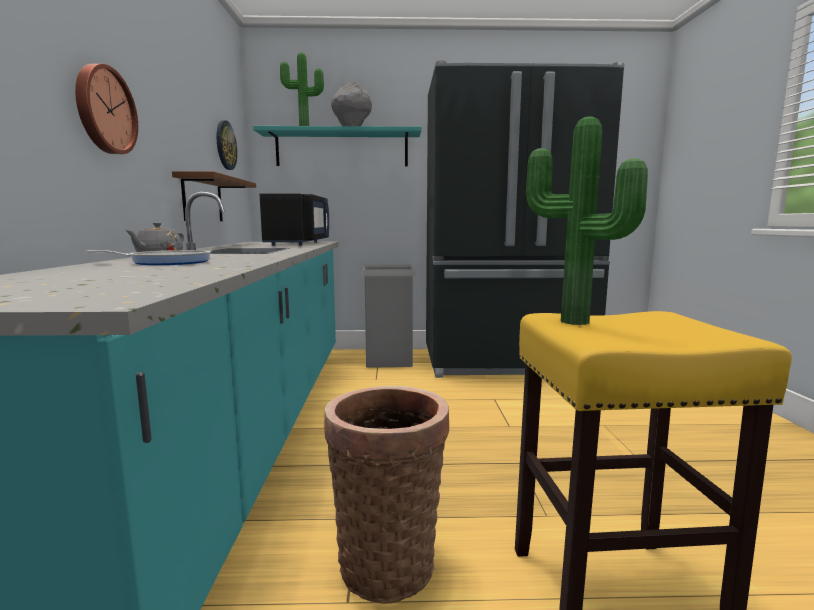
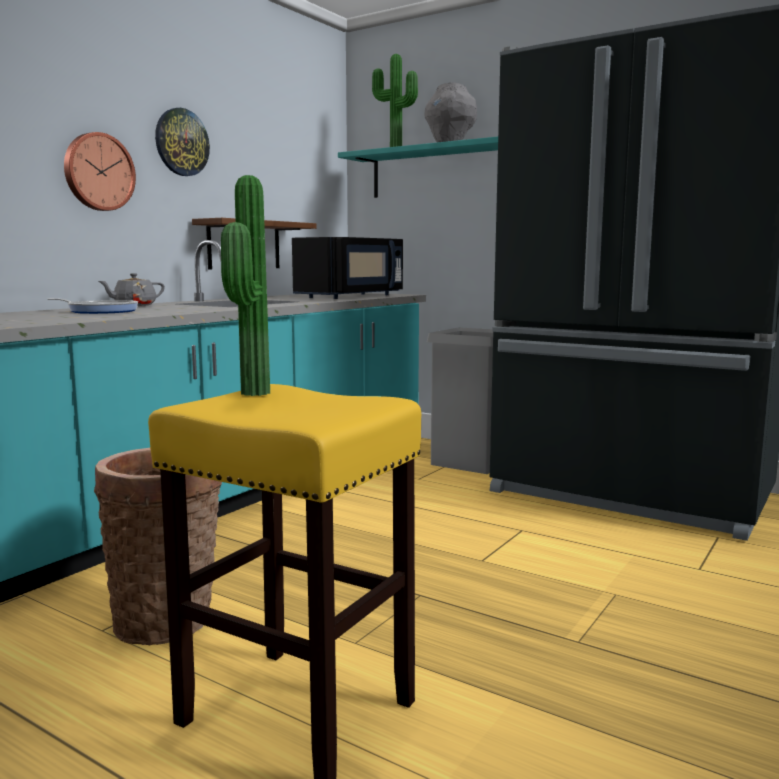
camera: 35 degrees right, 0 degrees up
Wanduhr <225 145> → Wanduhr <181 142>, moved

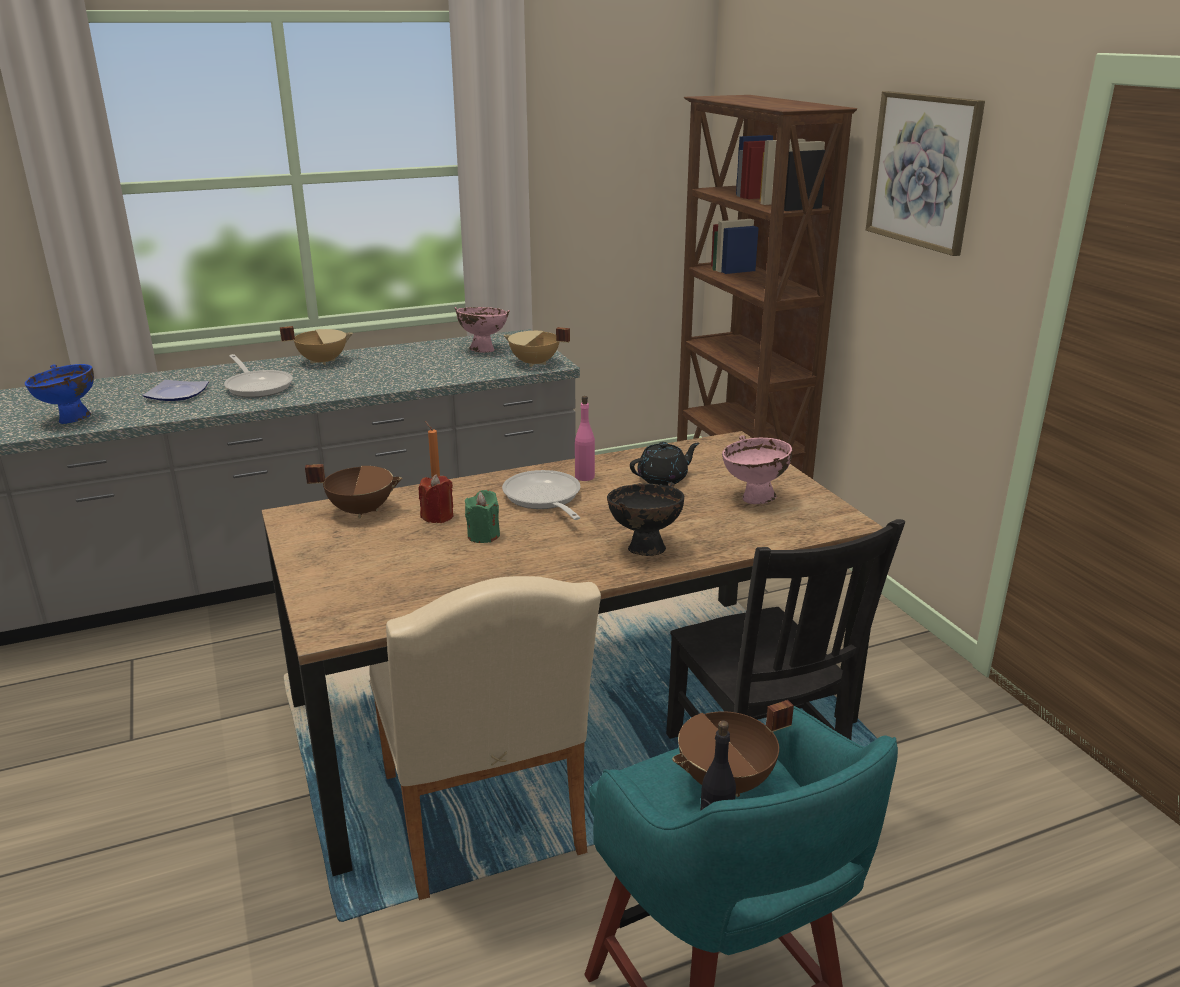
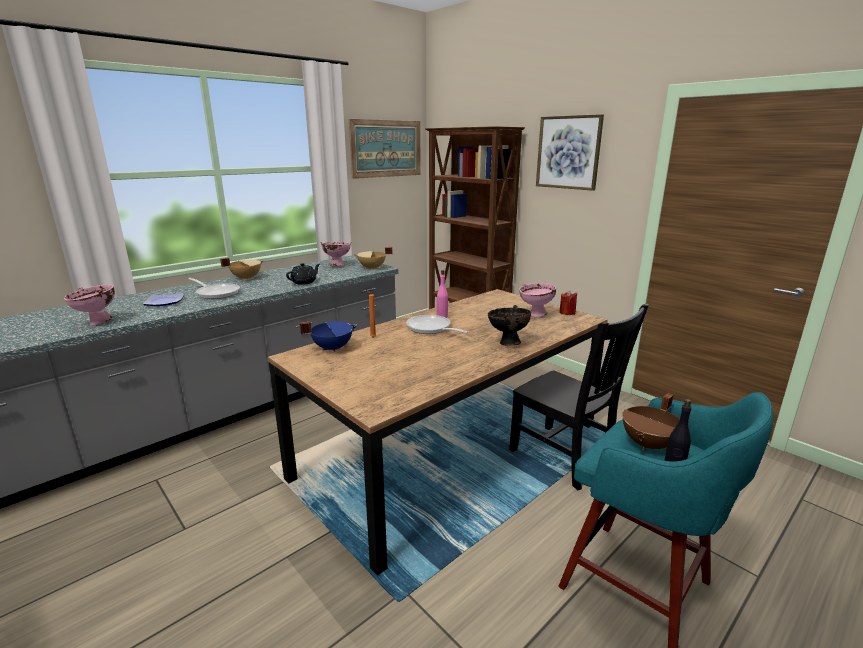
camera: 20 degrees left, 5 degrees down
Stuhl (beige) <484 823> → -
Kerze (grün) <483 535> → -
- → Bild <386 148>
Kerze (rot) <437 516> → Kerze (rot) <567 313>, moved
Teekanne (schwarz) <663 479> → Teekanne (schwarz) <304 282>, moved
Schüssel (blau) <70 420> → Schüssel (rosa) <98 323>
Kochtopf (braun) <361 510> → Kochtopf (blau) <332 348>

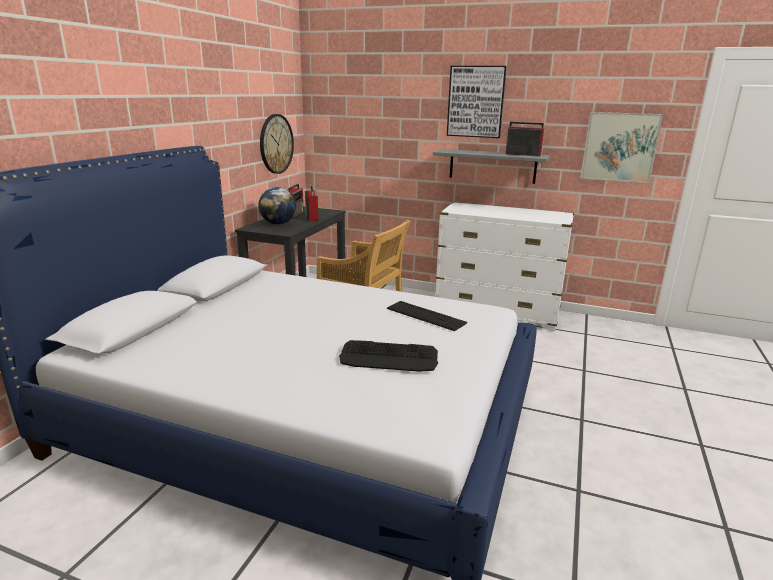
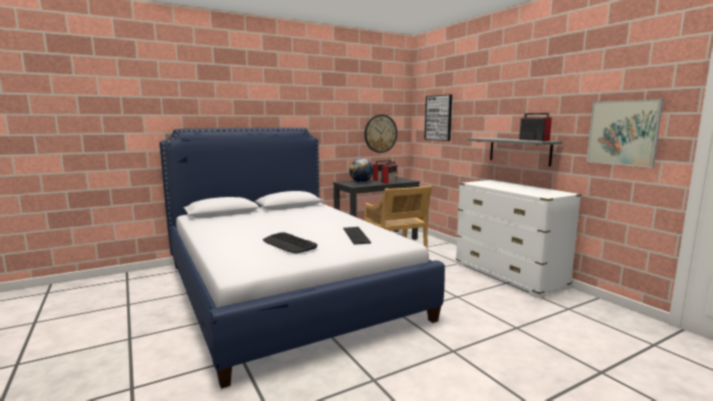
camera: 40 degrees right, 10 degrees down
Bild <475 102> → Bild <438 118>, moved

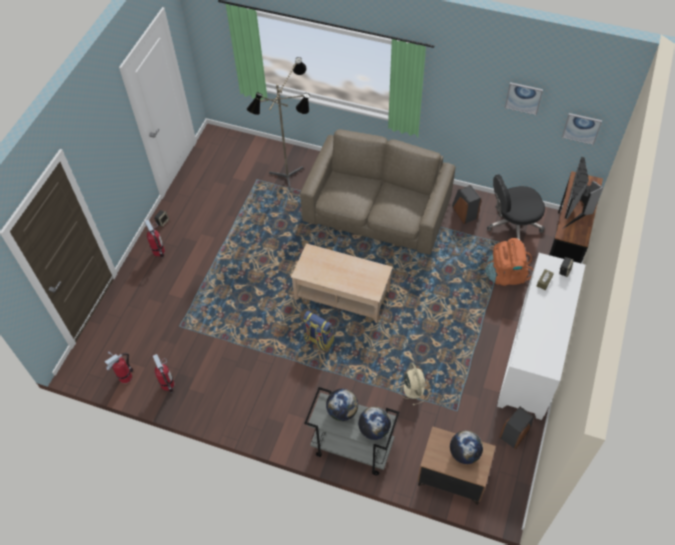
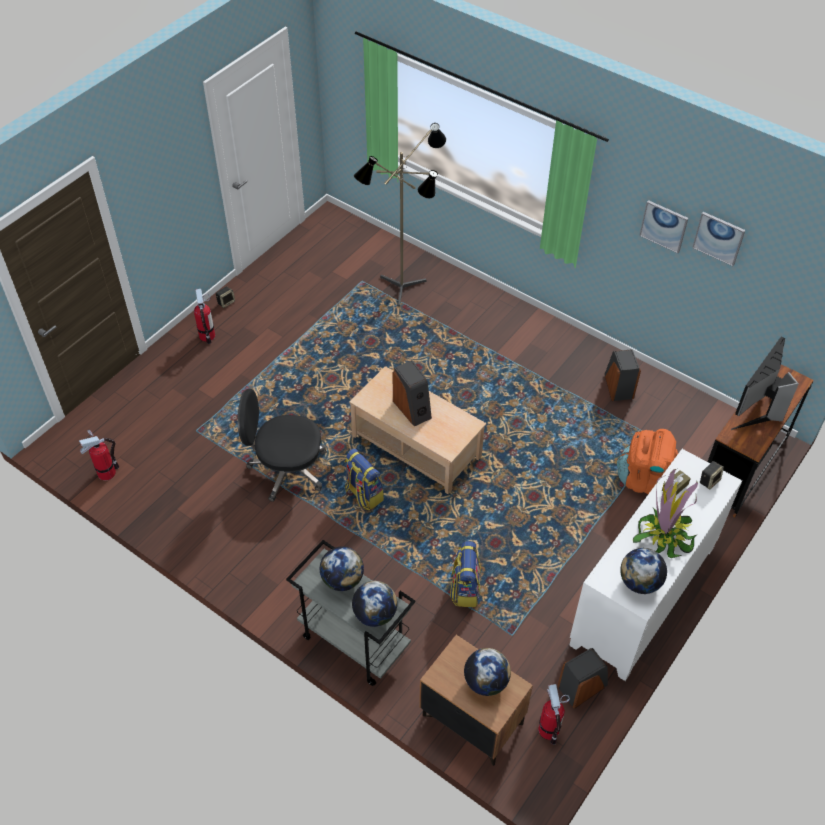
camera: 15 degrees right, 5 degrees down
Sofa (braun) <377 210> → -
- → Lautsprecher <412 408>
- → Globus <639 582>
- → Topfpflanze <663 536>
Feuerlöscher <167 384> → Feuerlöscher <549 730>, moved
Bürostuhl (schwarz) <513 225> → Bürostuhl (schwarz) <286 469>, moved
Bild <581 128> → Bild <664 226>, moved
Ventilator (beige) <413 387> → Rucksack <465 589>

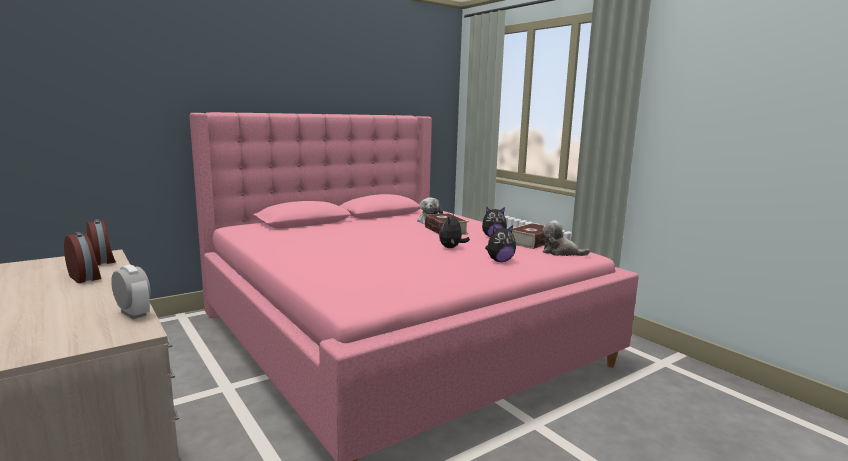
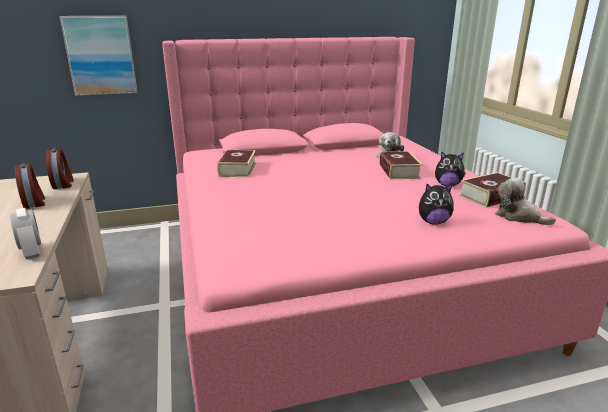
camera: 20 degrees right, 10 degrees up
Plüschtier <451 248> → -
- → Bild <100 56>
- → Buch <237 169>

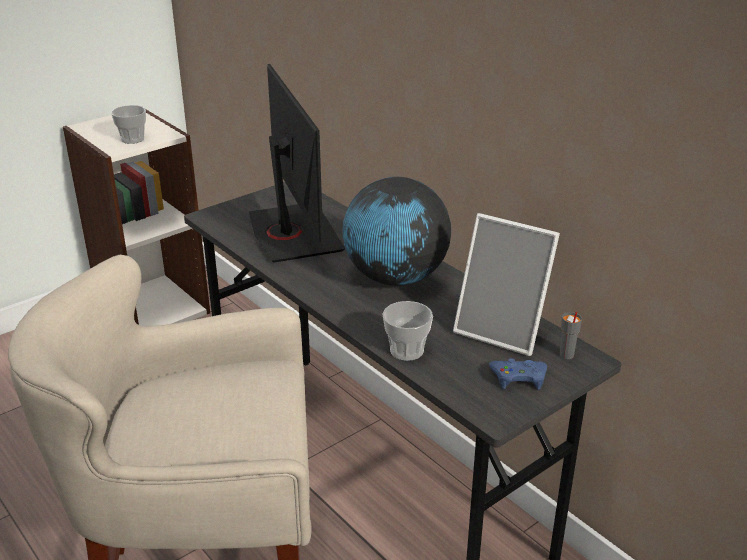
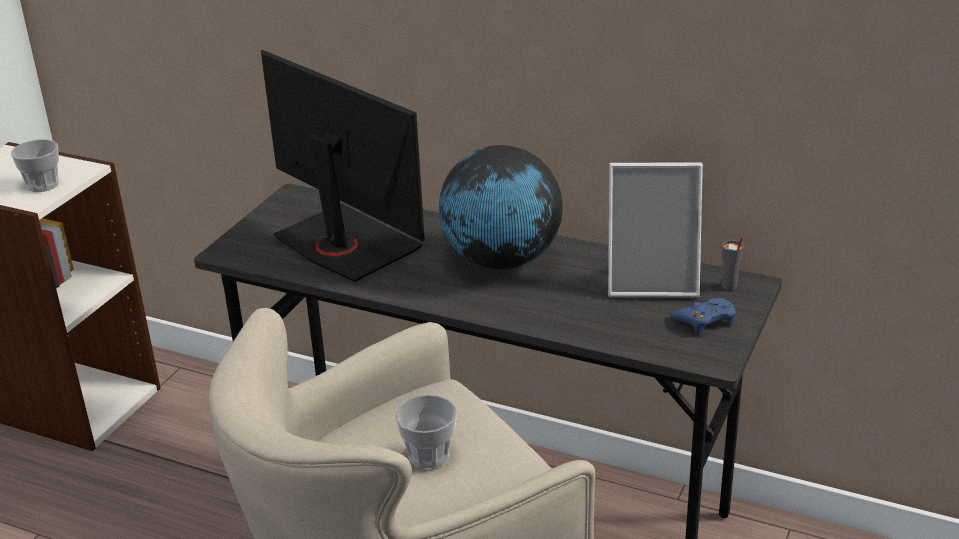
camera: 25 degrees left, 0 degrees up
Tasse <406 350> → Tasse <429 455>, moved

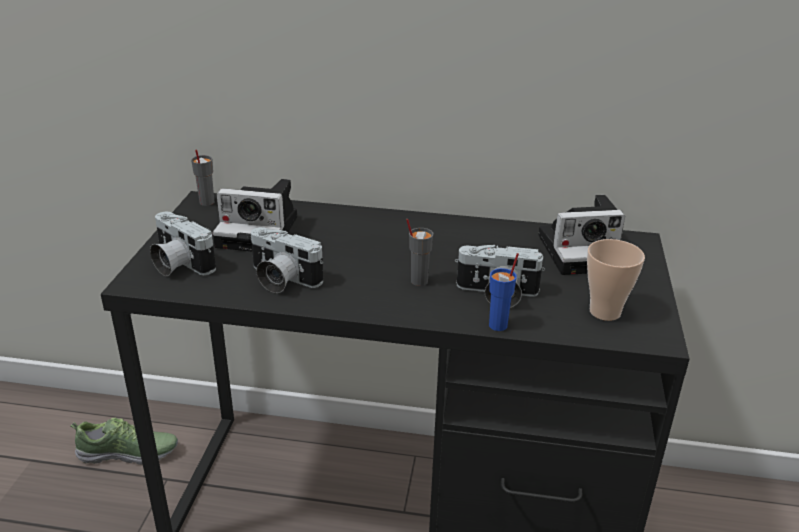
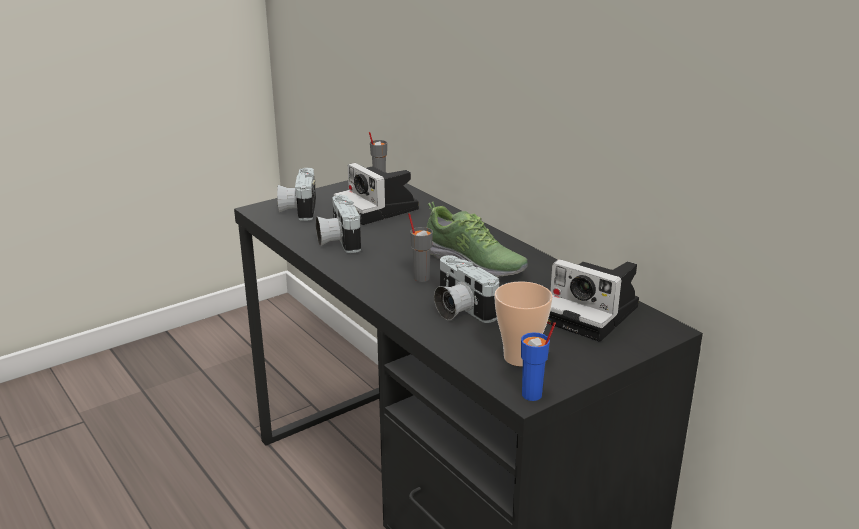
camera: 45 degrees right, 5 degrees down
Schuh <129 453> → Schuh <474 263>, moved
Tasse (blau) <499 325> → Tasse (blau) <532 395>, moved

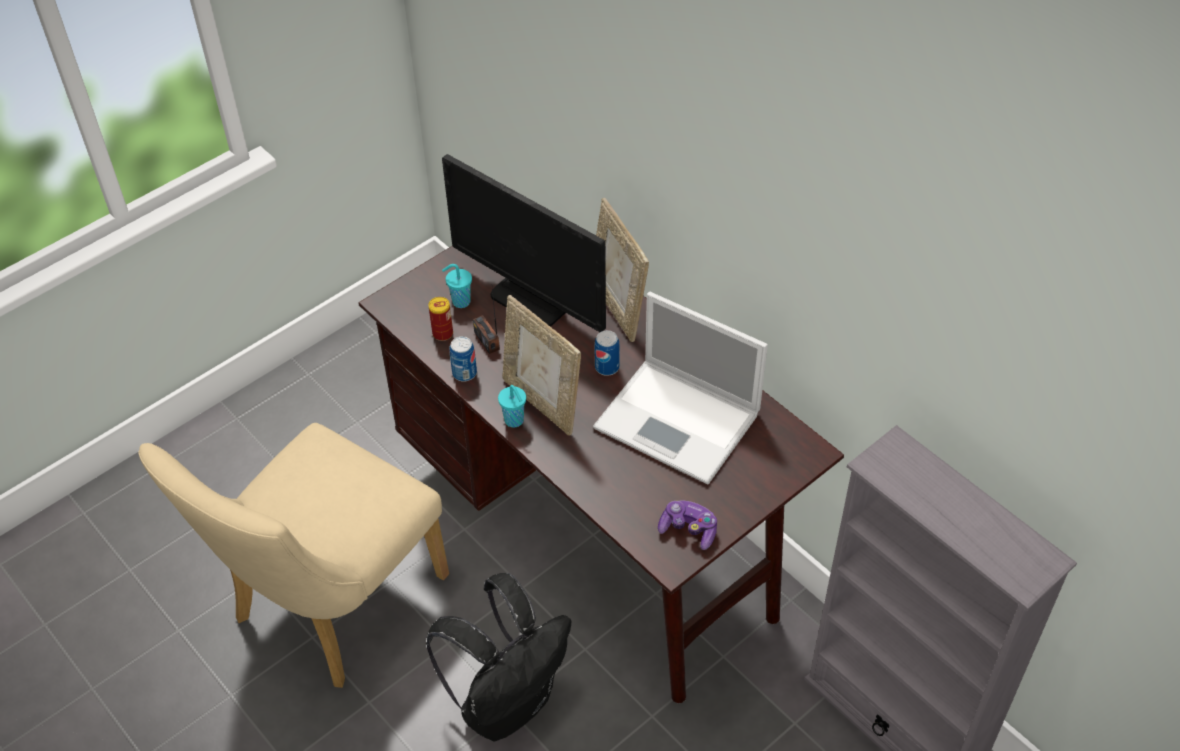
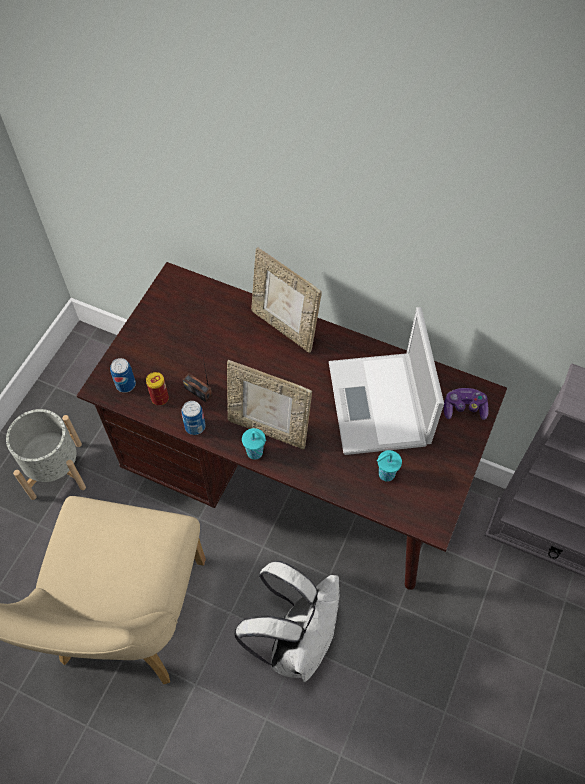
camera: 25 degrees left, 10 degrees up
Monitor <532 298> → -
- → Pflanzkübel (grau) <56 470>
Tasse (türkis) <460 301> → Tasse (türkis) <385 474>, moved
Dose <607 367> → Dose <125 384>, moved
Gamepad <688 530> → Gamepad <464 408>, moved
Rucksack (schwarz) <507 702> → Rucksack (weiß) <295 640>
Laptop <680 421> → Laptop <379 405>, 75 degrees clockwise

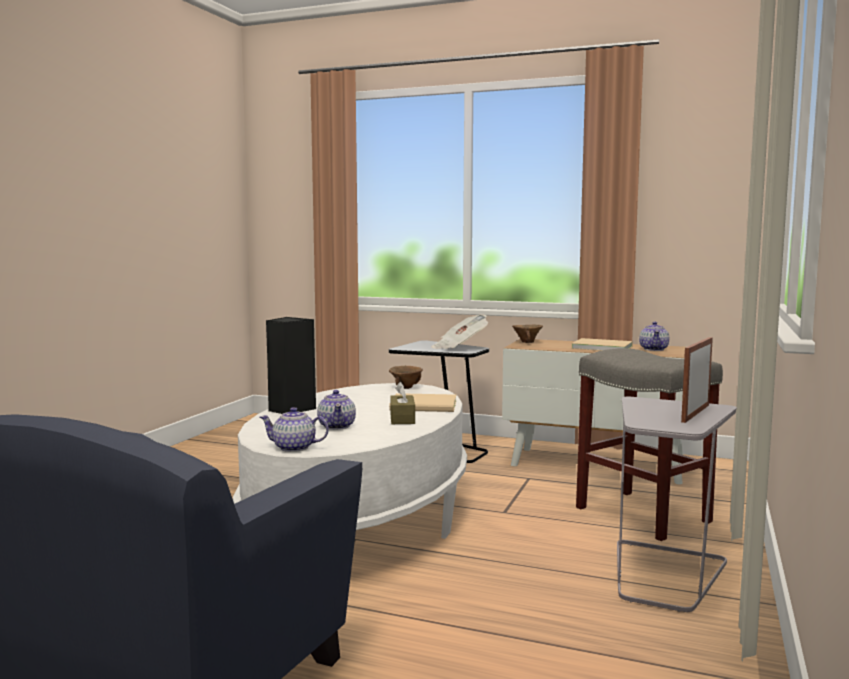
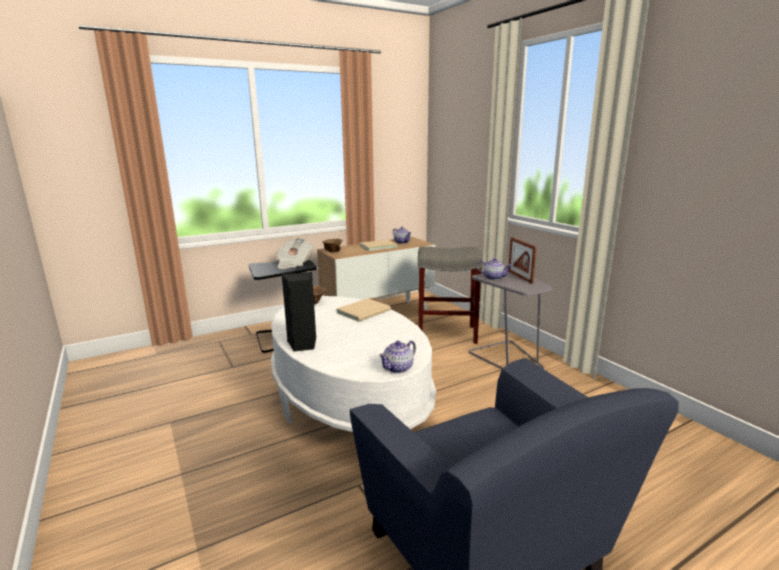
camera: 50 degrees left, 10 degrees up
Taschentuchbox (braun) <402 418> → -
Teekanne <337 426> → Teekanne <493 277>, moved

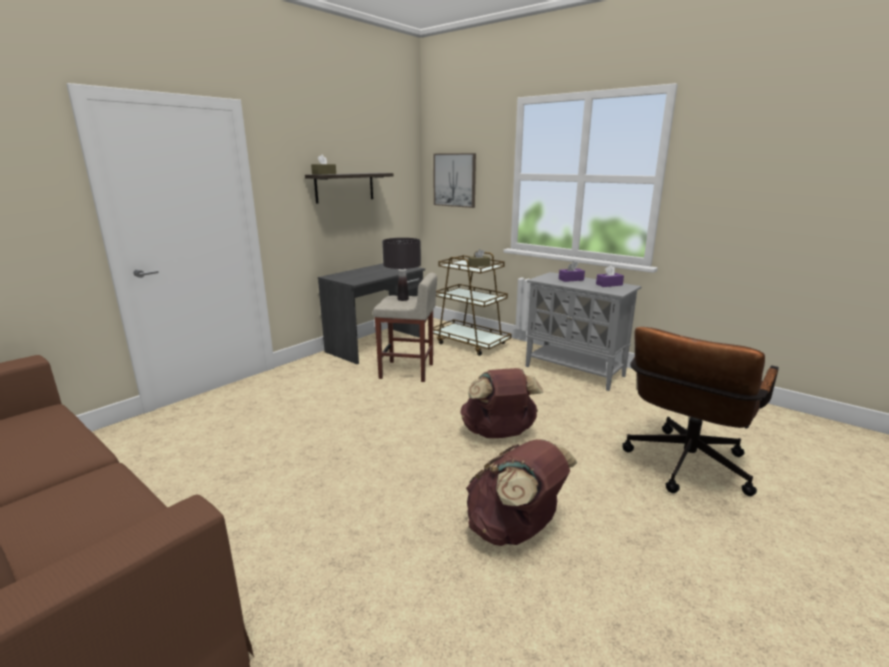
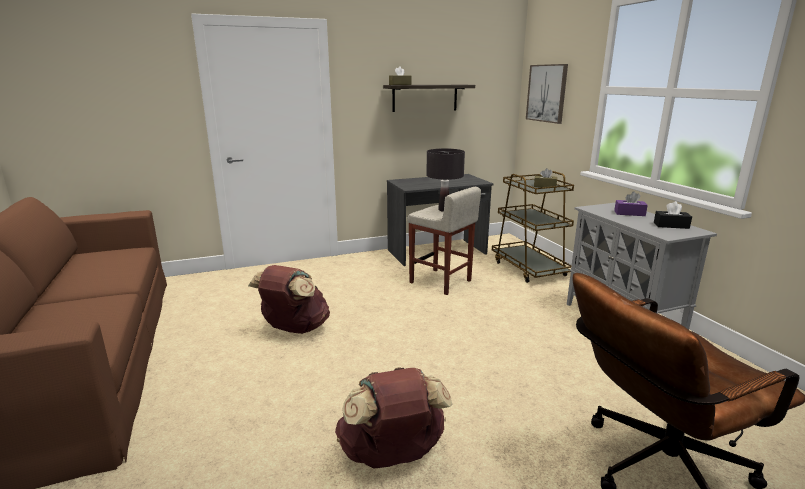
camera: 30 degrees right, 0 degrees up
Rucksack (braun) <499 434> → Rucksack (braun) <294 329>, moved
Taschentuchbox (lila) <609 284> → Taschentuchbox (schwarz) <671 225>

